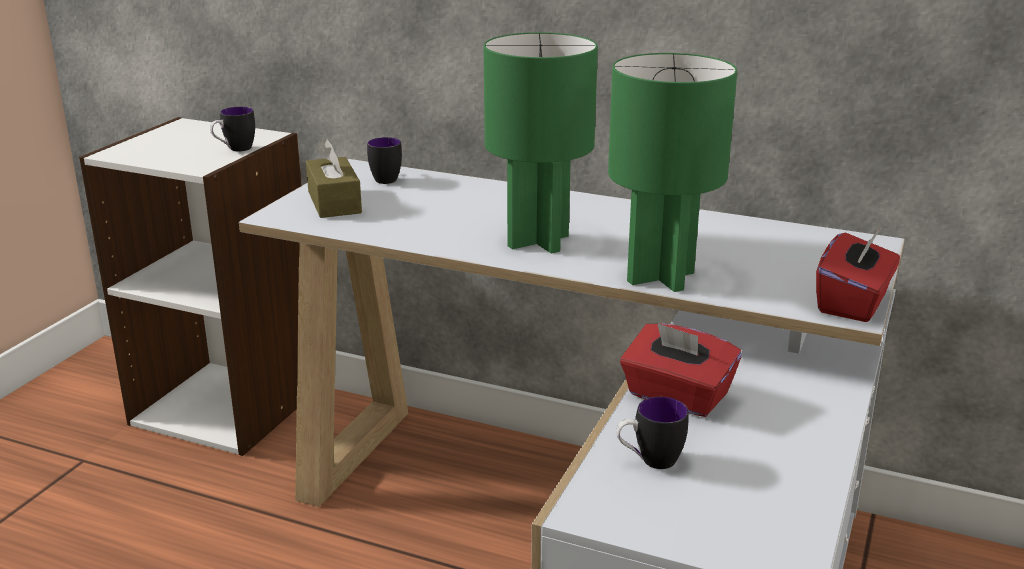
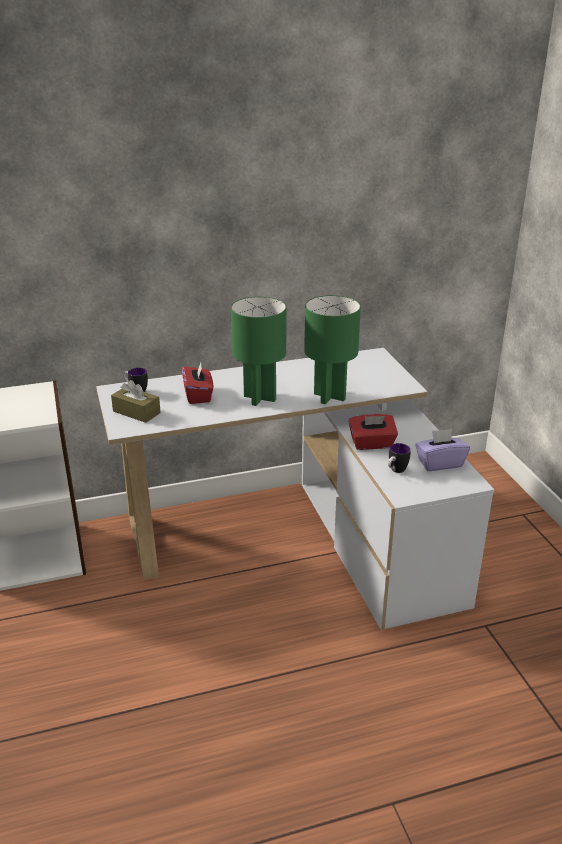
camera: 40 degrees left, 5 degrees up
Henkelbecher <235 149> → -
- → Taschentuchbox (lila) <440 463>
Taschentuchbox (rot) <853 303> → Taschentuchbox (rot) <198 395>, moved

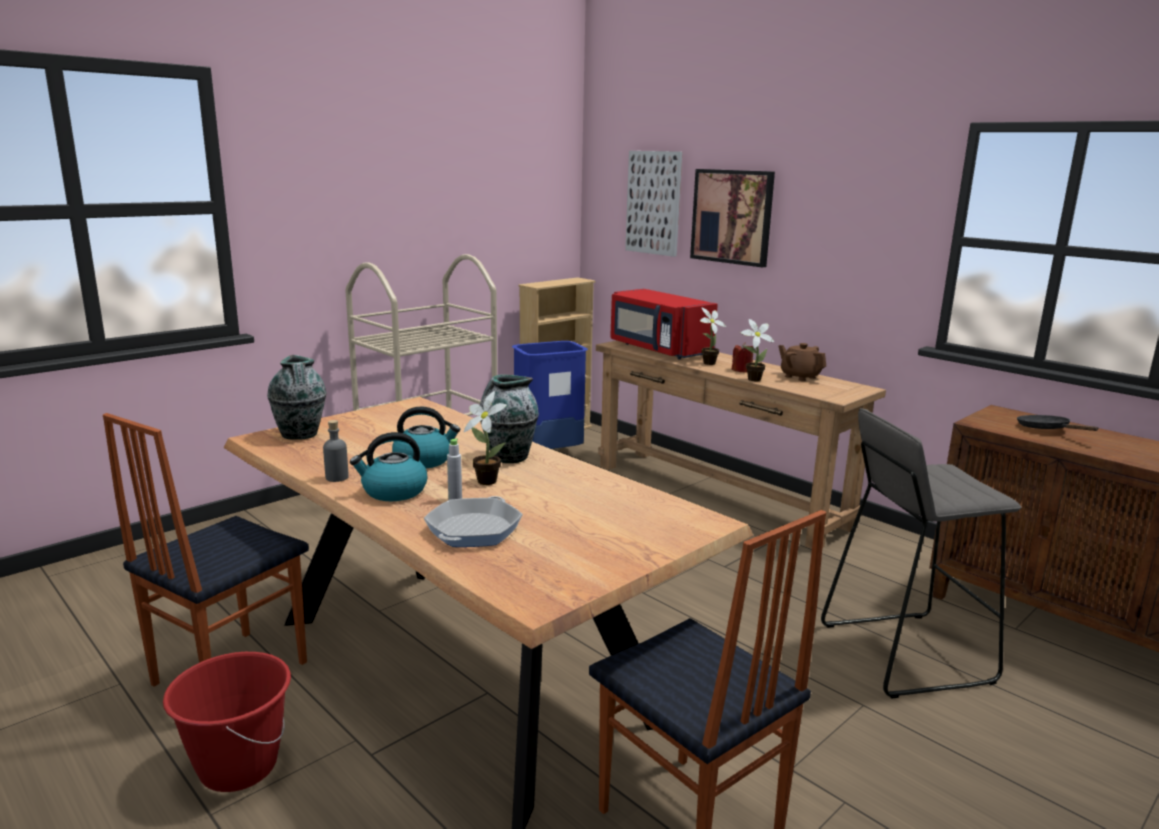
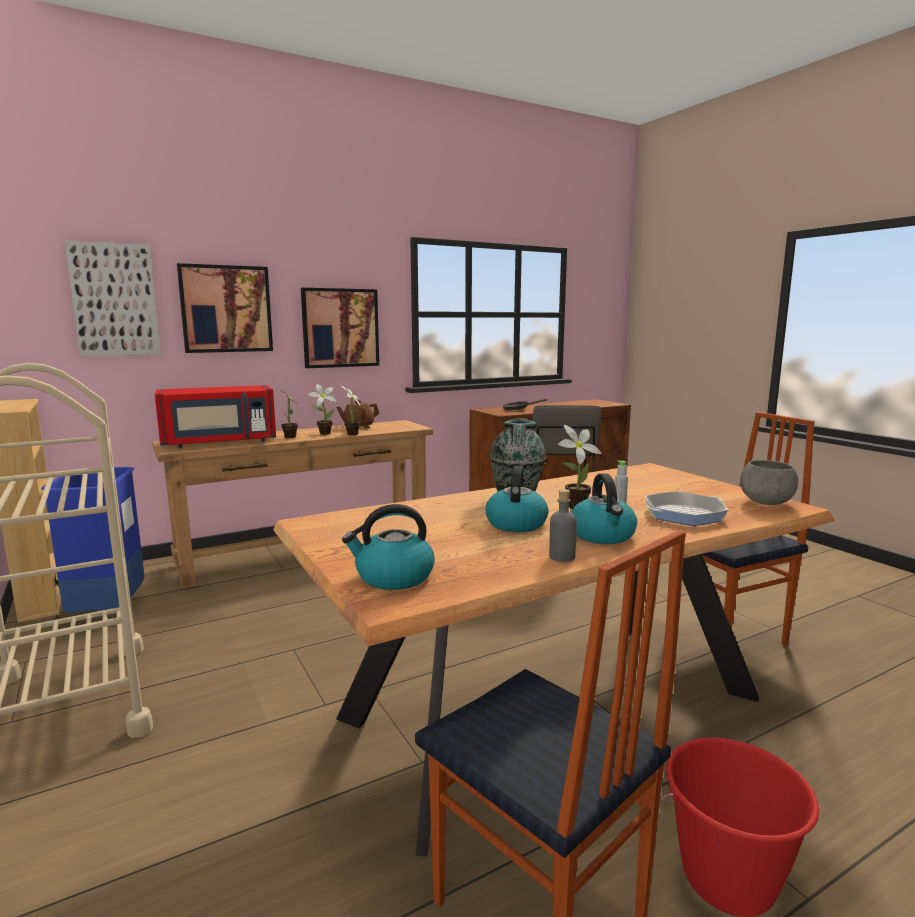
camera: 75 degrees left, 5 degrees down
- → Bild <340 328>
- → Schüssel (grau) <766 503>
Vase <300 435> → Wasserkessel <393 577>
Kerze (rot) <742 370> → Topfpflanze <323 433>
Pfanne <473 530> → Pfanne <684 514>, 60 degrees counterclockwise

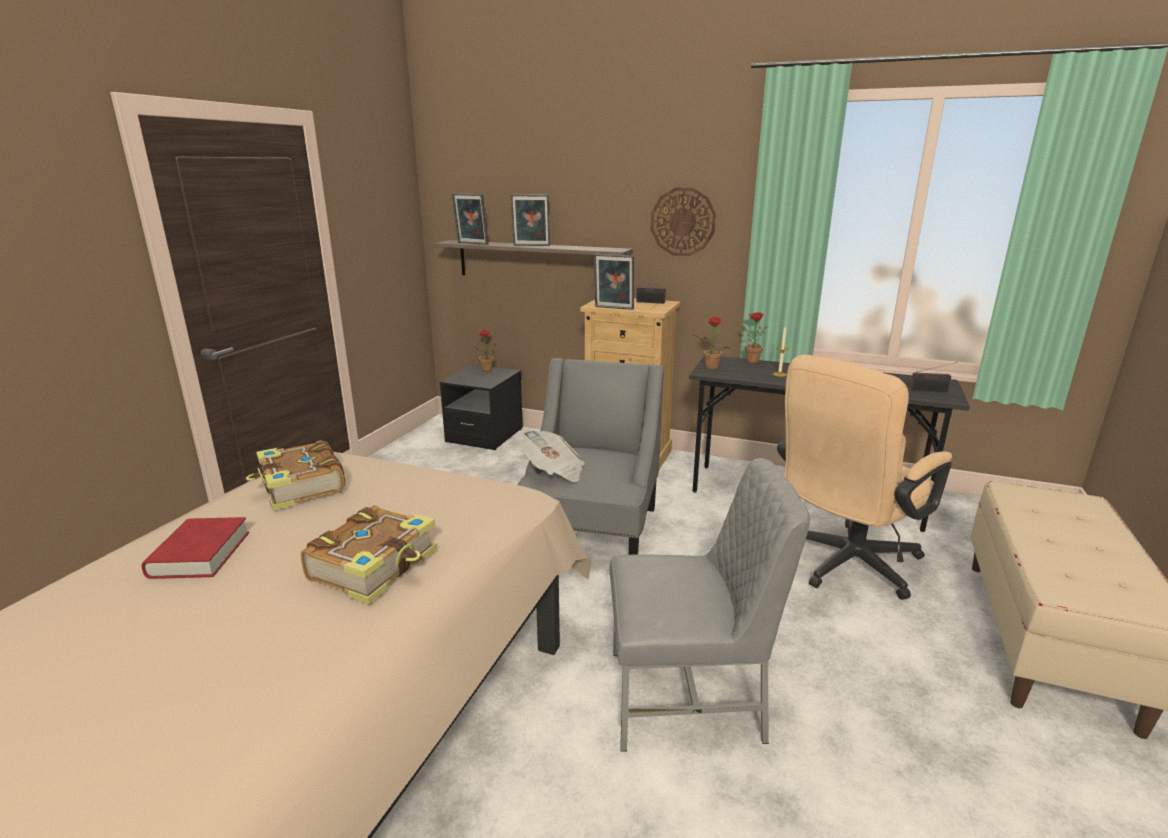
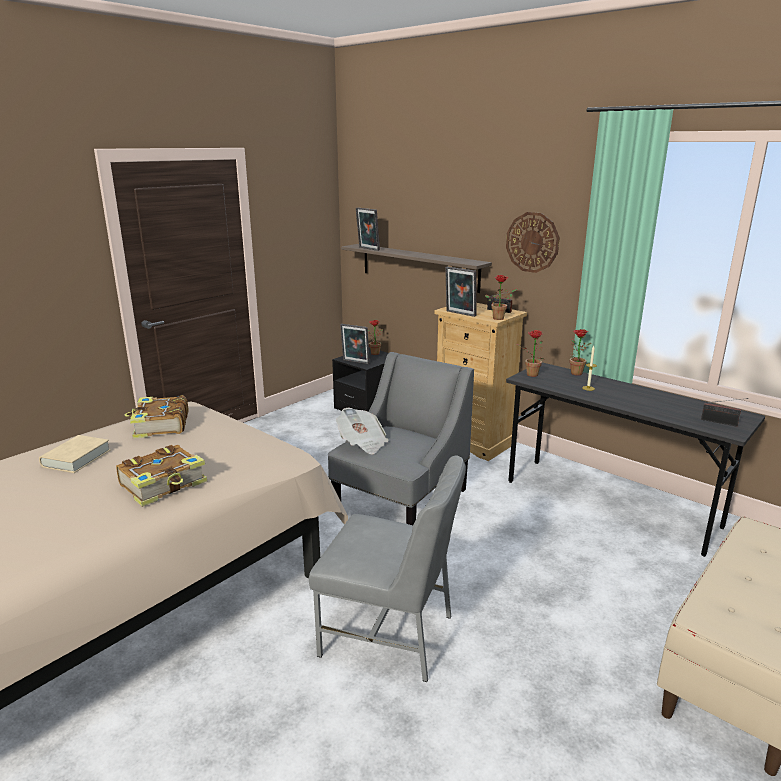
camera: 20 degrees right, 0 degrees up
Bürostuhl (beige) <844 565> → -
- → Topfpflanze <500 318>
Bilderrahmen <531 246> → Bilderrahmen <355 362>, moved
Buch (rot) <200 554> → Buch (beige) <76 458>

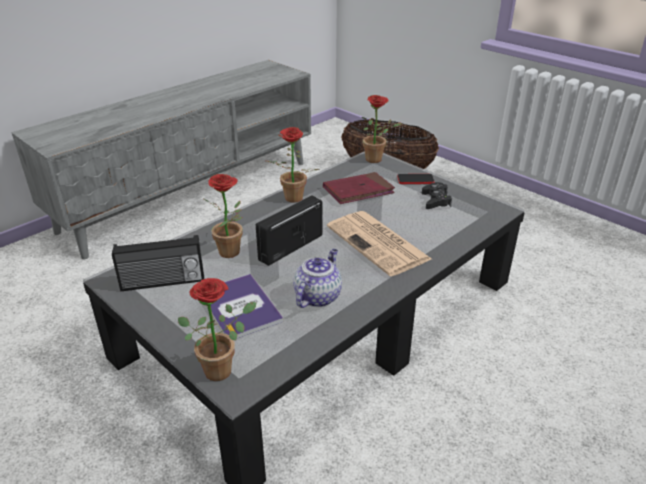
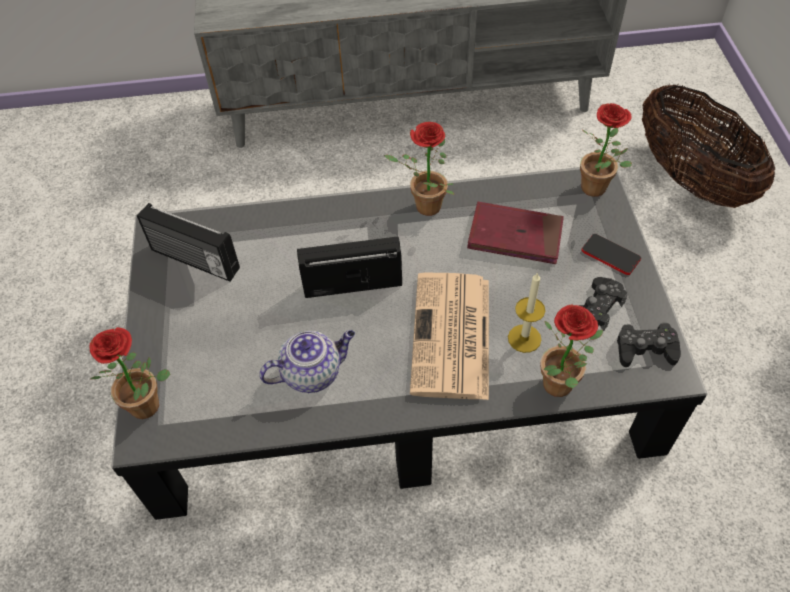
camera: 40 degrees right, 20 degrees up
Buch <240 307> → -
- → Kerze <524 338>
- → Gamepad (schwarz) <645 349>
Topfpflanze <232 253> → Topfpflanze <560 390>, moved

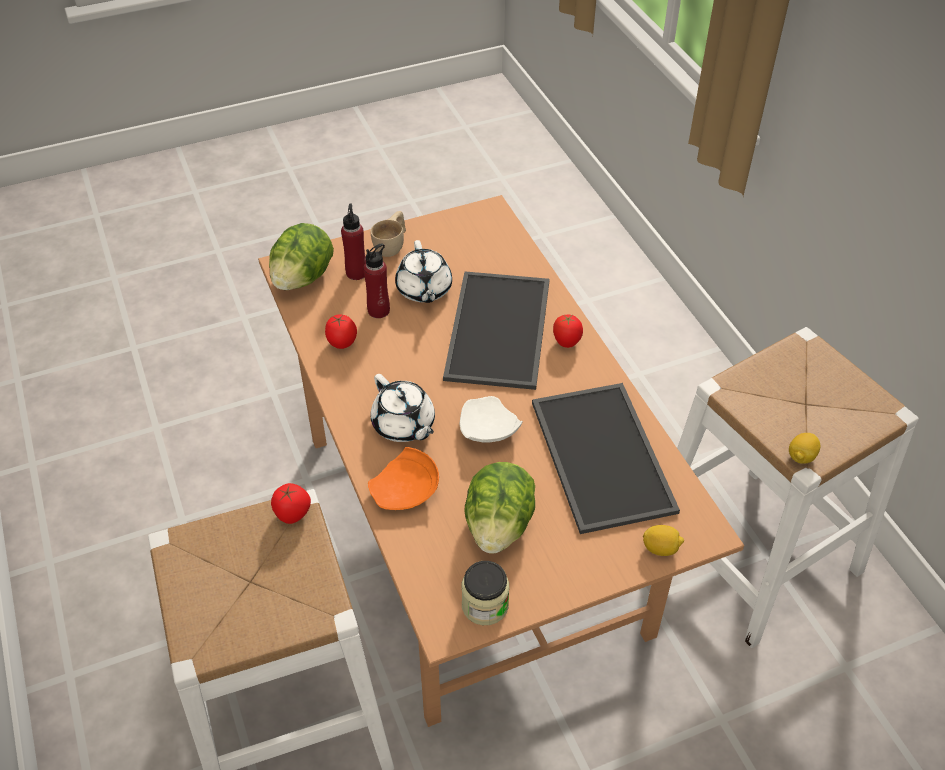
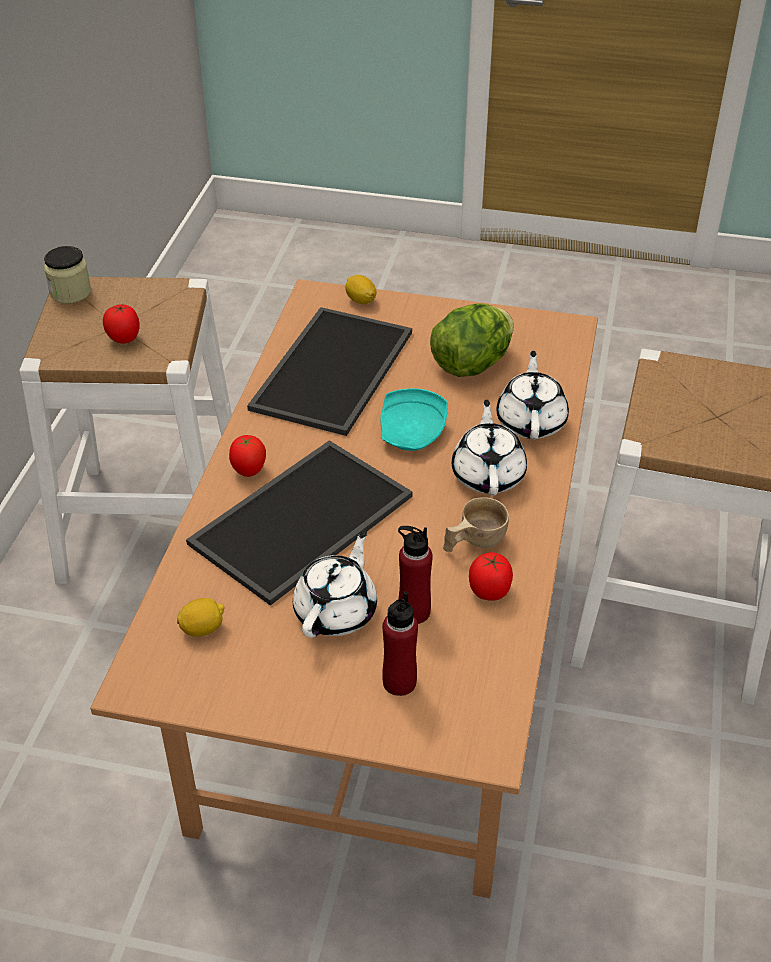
camera: 145 degrees left, 5 degrees down
Salatkopf <302 278> → -
Tomate <293 514> → Tomate <123 338>, moved
Tasse (beige) <392 245> → Tasse (beige) <473 542>, moved
Vorratsglas <485 605> → Vorratsglas <70 292>, moved
Zitrone <801 456> → Zitrone <203 628>, moved
Teller (orange) <405 491> → Teekanne (weiß) <531 421>
Teller (weiß) <487 431> → Teller (türkis) <412 433>

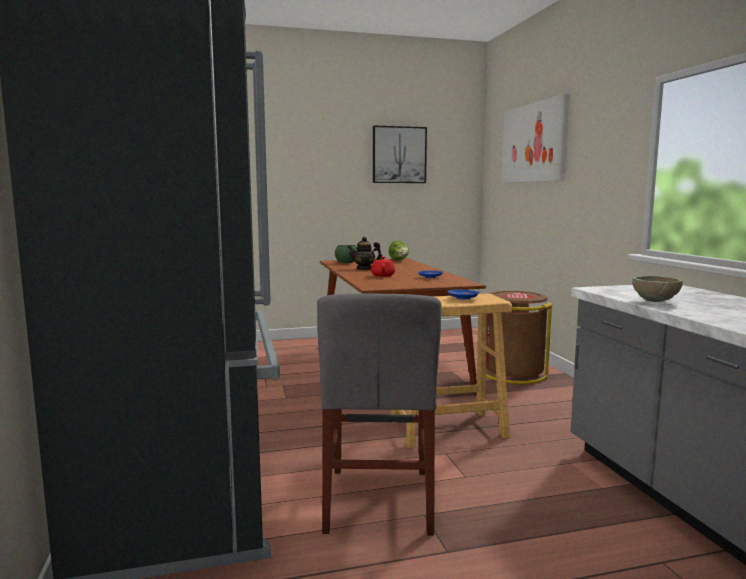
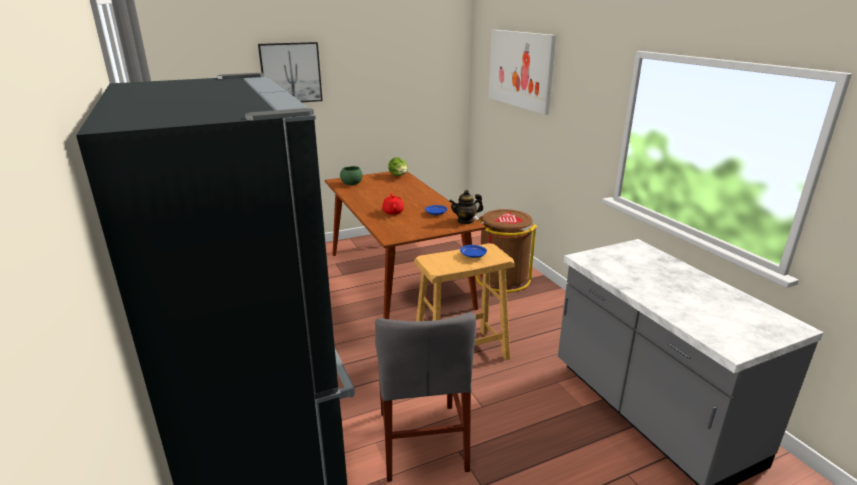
camera: 10 degrees left, 15 degrees up
Schüssel (beige) <655 301> → -
Teekanne <364 268> → Teekanne <465 221>, moved
Bild <399 155> → Bild <291 73>, moved

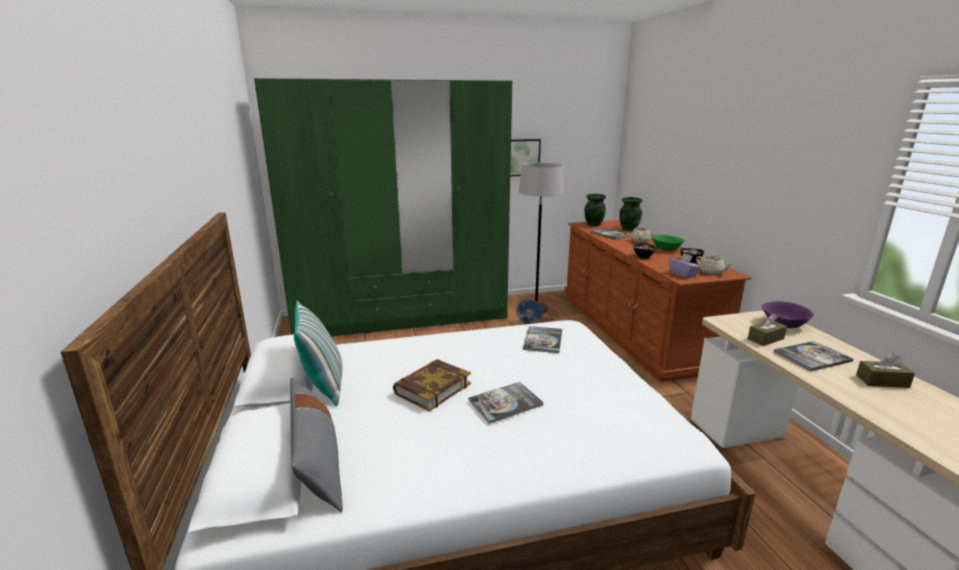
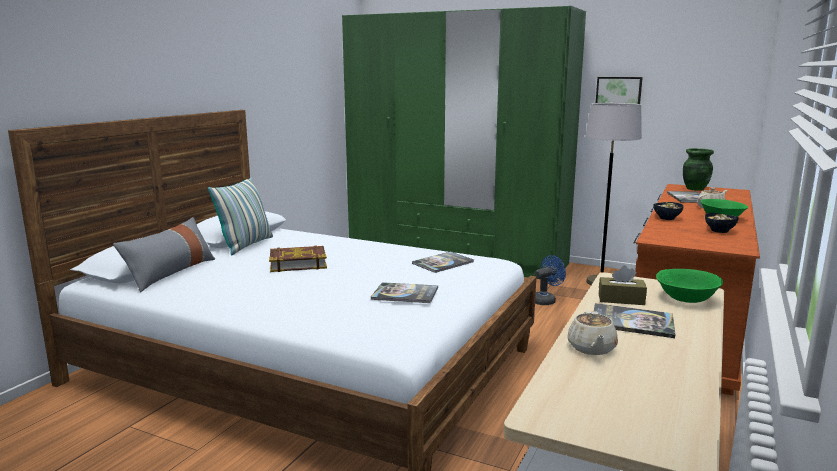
camera: 40 degrees right, 5 degrees down
Vase (grün) <628 229> → -
Taschentuchbox (lila) <683 274> → -
Taschentuchbox (braun) <882 381> → -
Buch <505 403> → Buch <405 294>, moved
Teekanne (beige) <711 272> → Teekanne (beige) <591 348>, moved
Schüssel (lila) <783 324> → Schüssel (grün) <687 298>

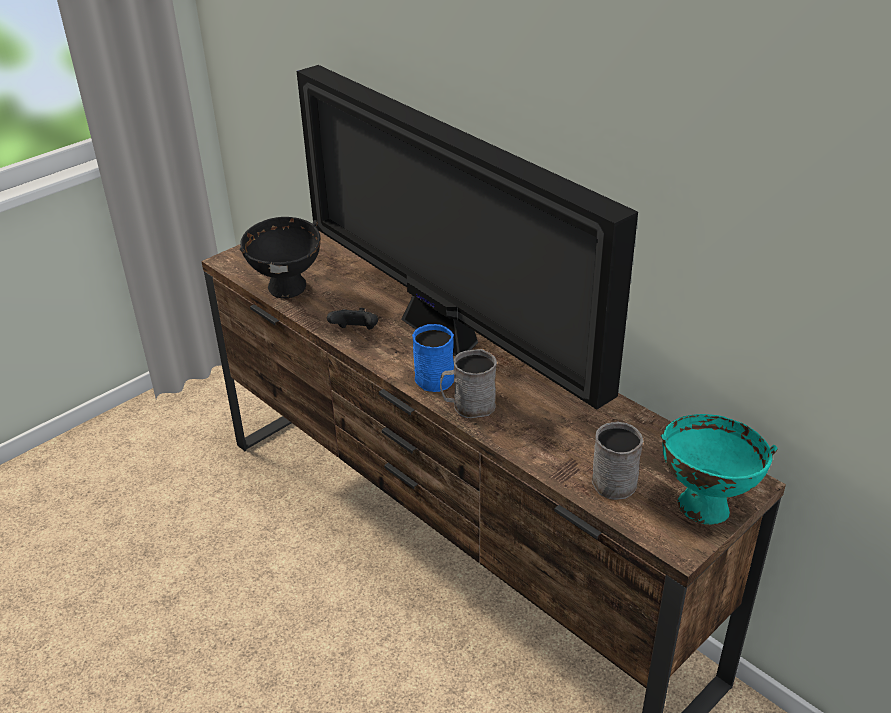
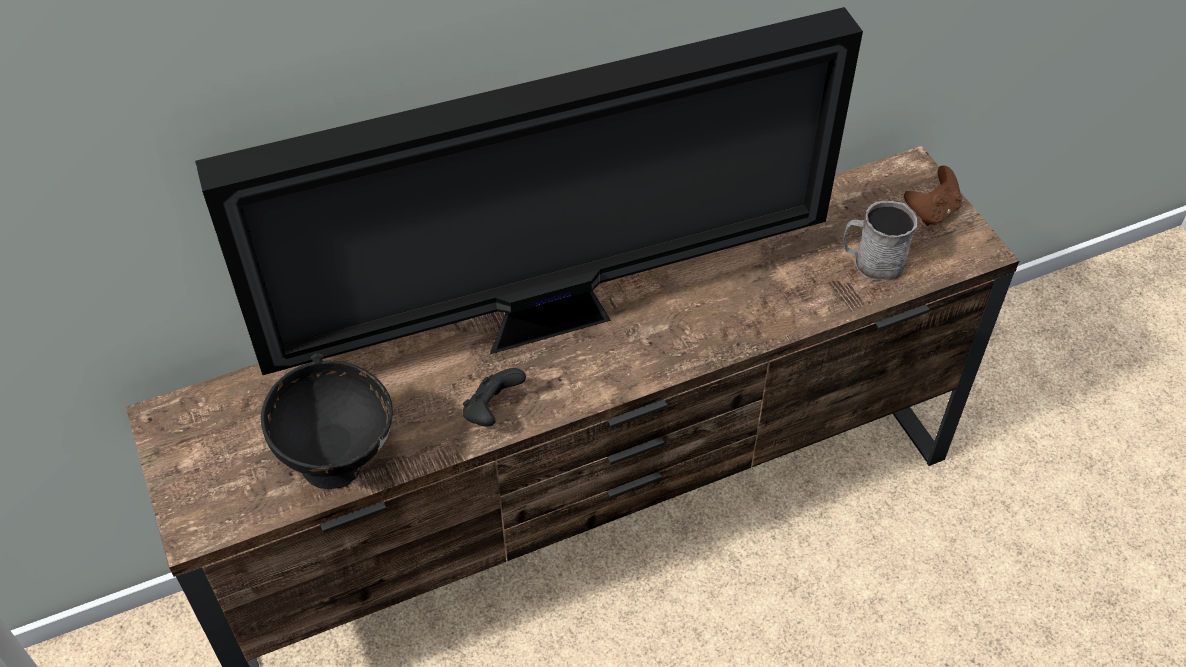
camera: 70 degrees left, 15 degrees up
Henkelbecher (blau) <431 376> → -
Henkelbecher (grau) <468 406> → -
Schüssel (türkis) <703 505> → Gamepad (braun) <932 211>

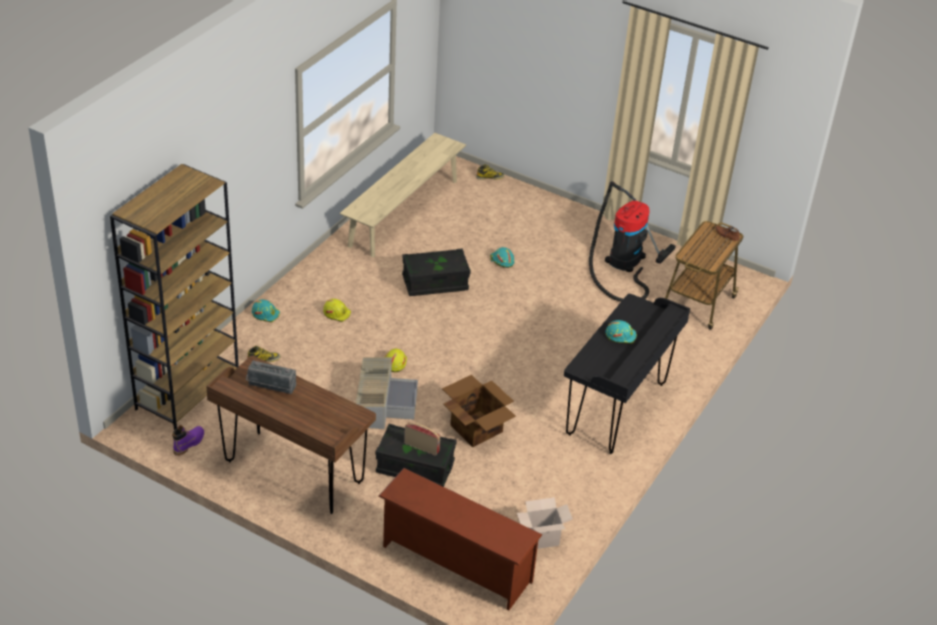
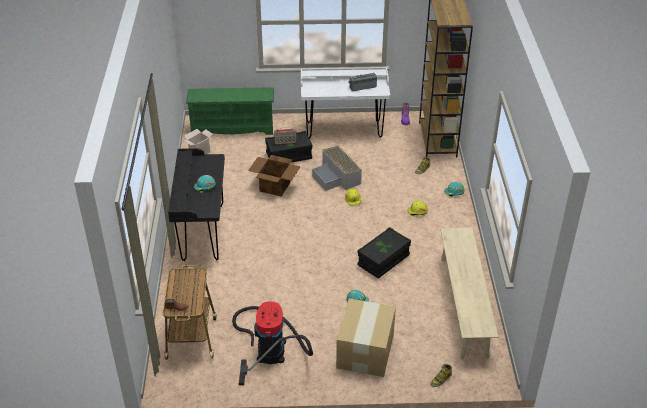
camera: 150 degrees right, 0 degrees up
- → Karton <364 351>
Schreibtisch (braun) <293 473> → Schreibtisch (weiß) <343 129>
Schuhregal (braun) <455 564> → Schuhregal (grün) <233 128>

